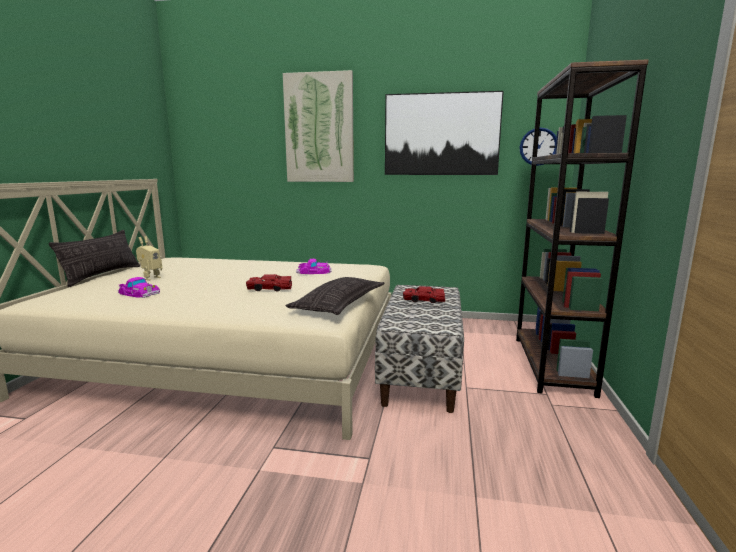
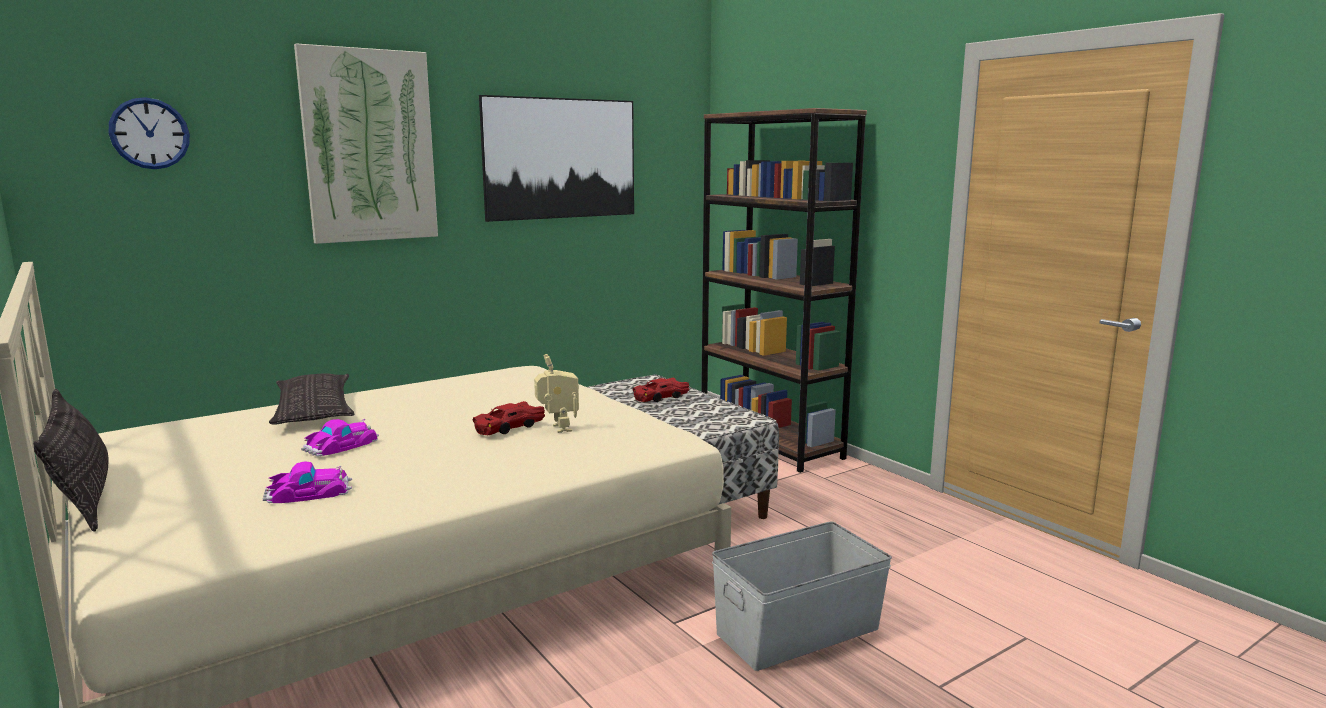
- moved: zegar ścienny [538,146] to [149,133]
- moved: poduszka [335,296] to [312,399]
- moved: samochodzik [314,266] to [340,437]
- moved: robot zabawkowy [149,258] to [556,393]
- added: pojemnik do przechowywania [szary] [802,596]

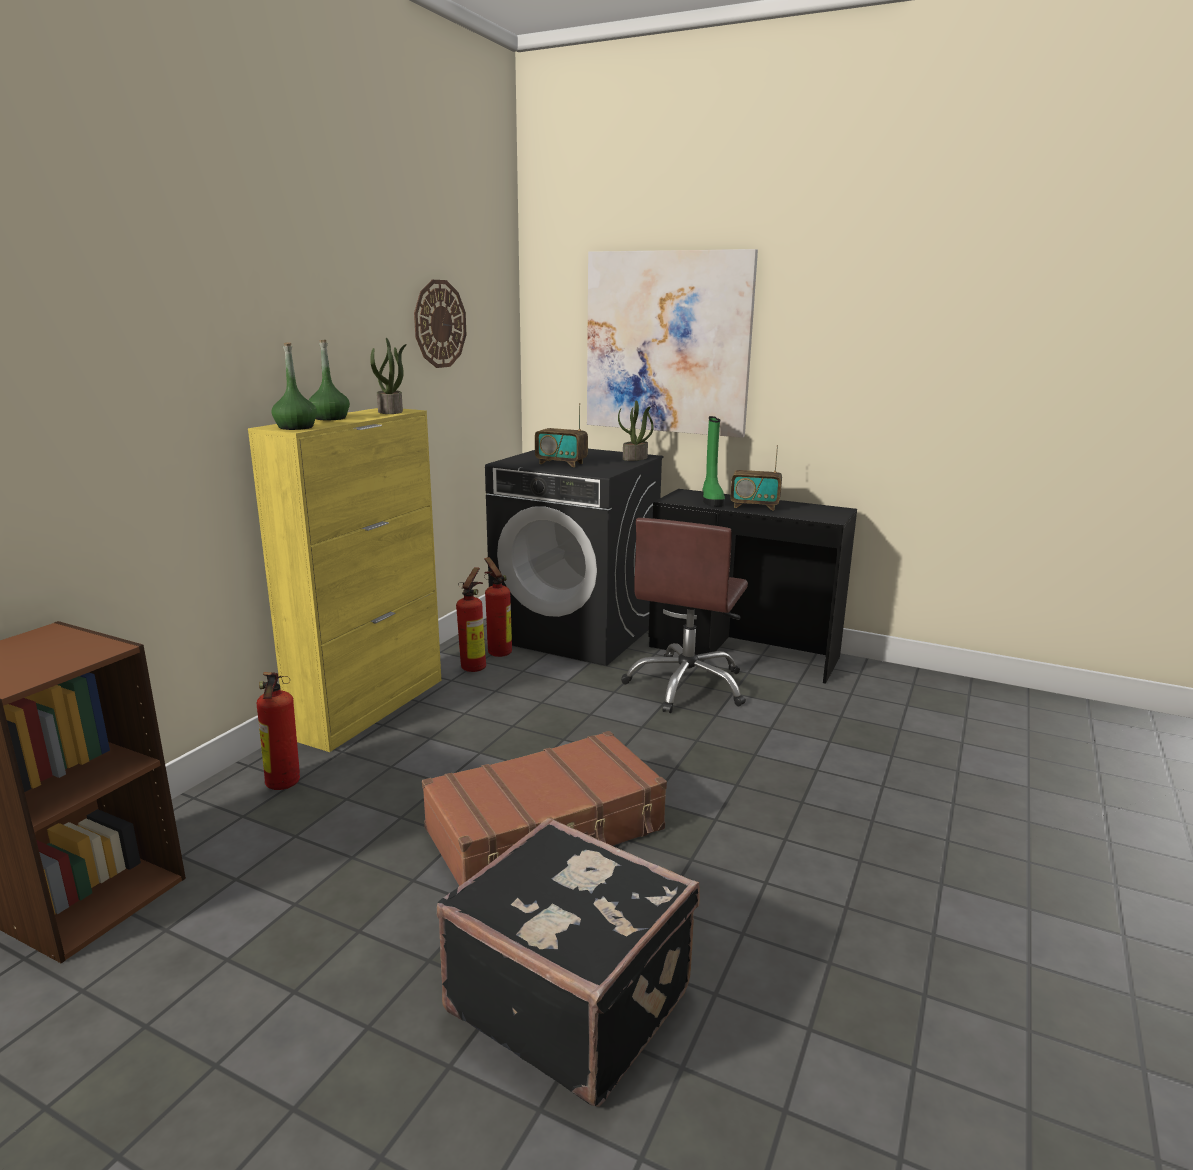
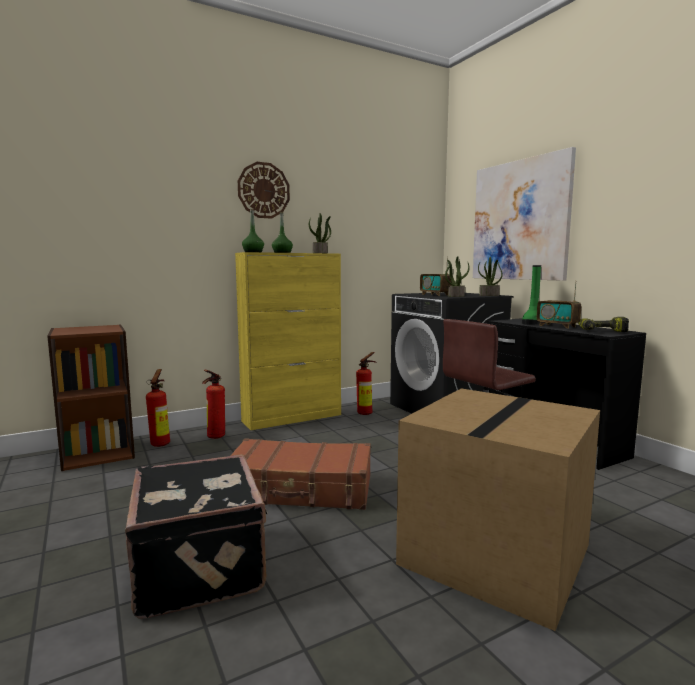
- moved: gaśnica [498,607] to [158,408]
- moved: zegar ścienny [440,324] to [264,190]
- added: karton [498,509]
- added: roślina doniczkowa [457,276]
- added: wiertarka [603,324]

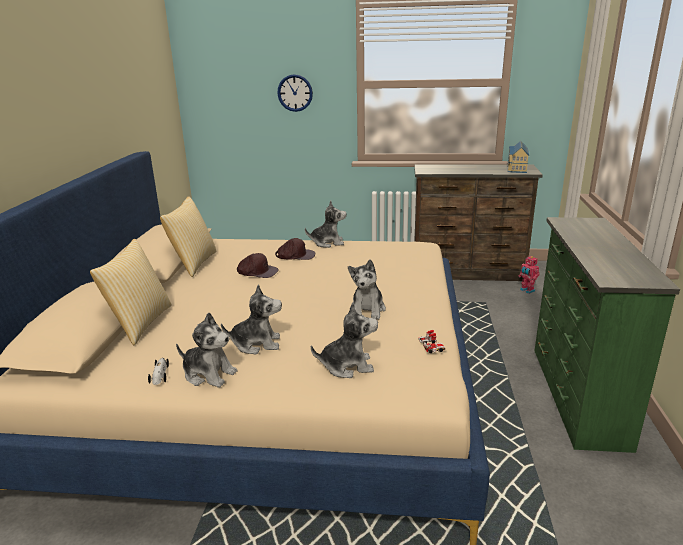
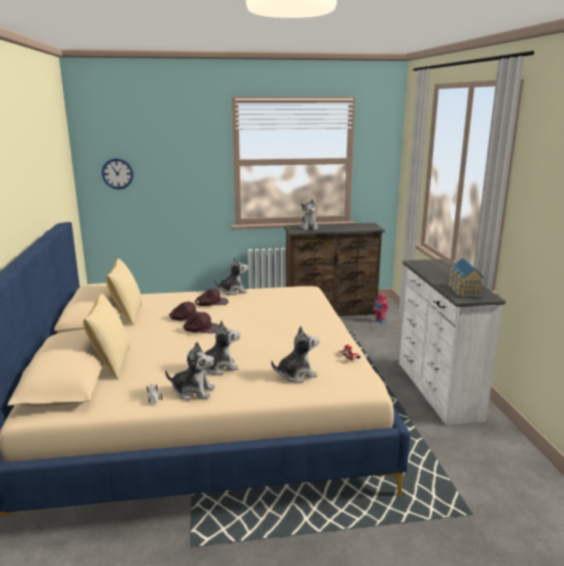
- moved: zegar ścienny [295,93] to [117,173]
- added: czapka z daszkiem [brązowy] [201,323]
- moved: pluszak [367,289] to [309,214]
- recoloured: komoda [zielony] [607,335] to komoda [biały] [452,342]
- moved: domek [518,157] to [466,278]

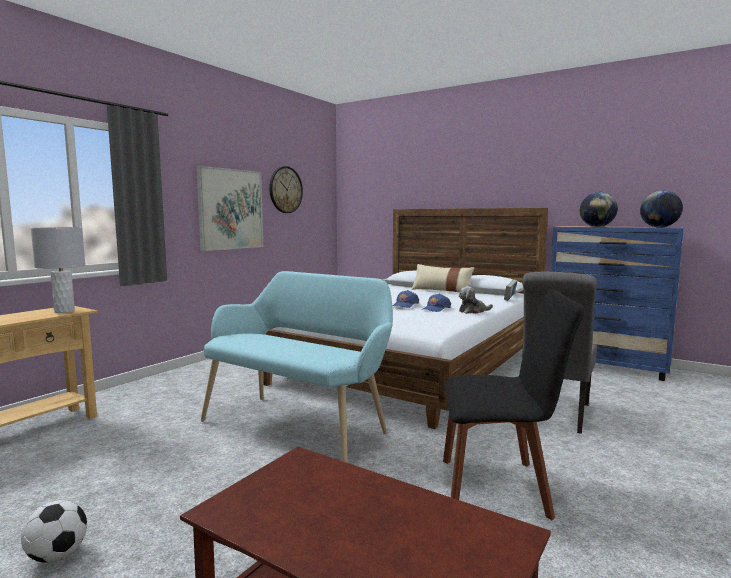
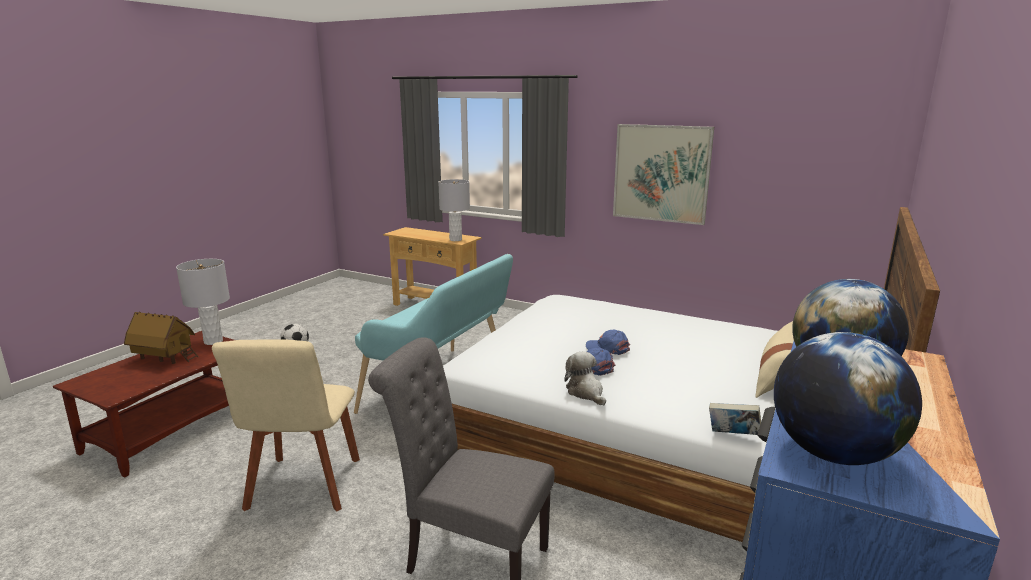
- added: domek [161,338]
- added: lampa stołowa [szary] [203,302]
- recoloured: krzesło [czarny] [514,404] to krzesło [beżowy] [286,425]
- removed: zegar ścienny [286,189]

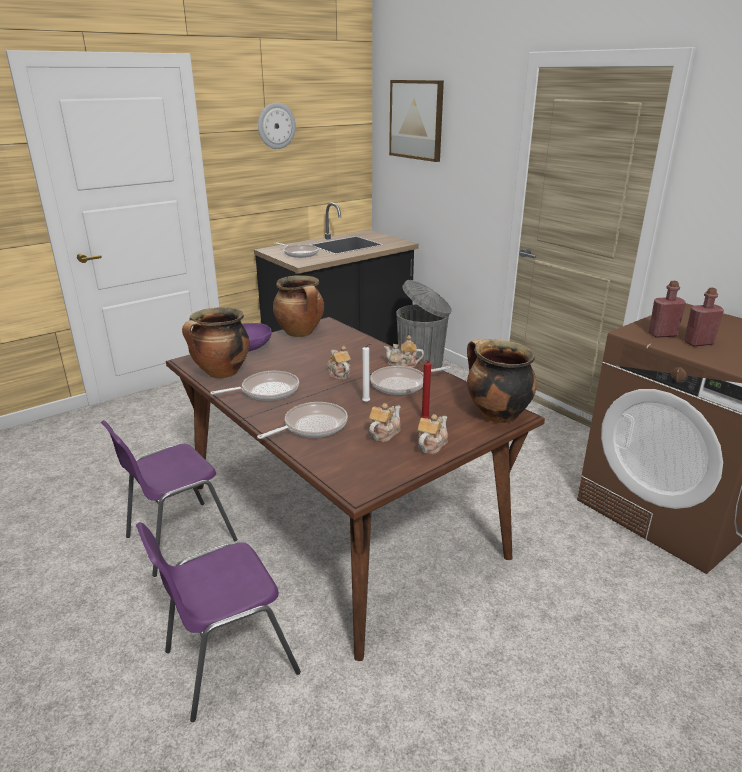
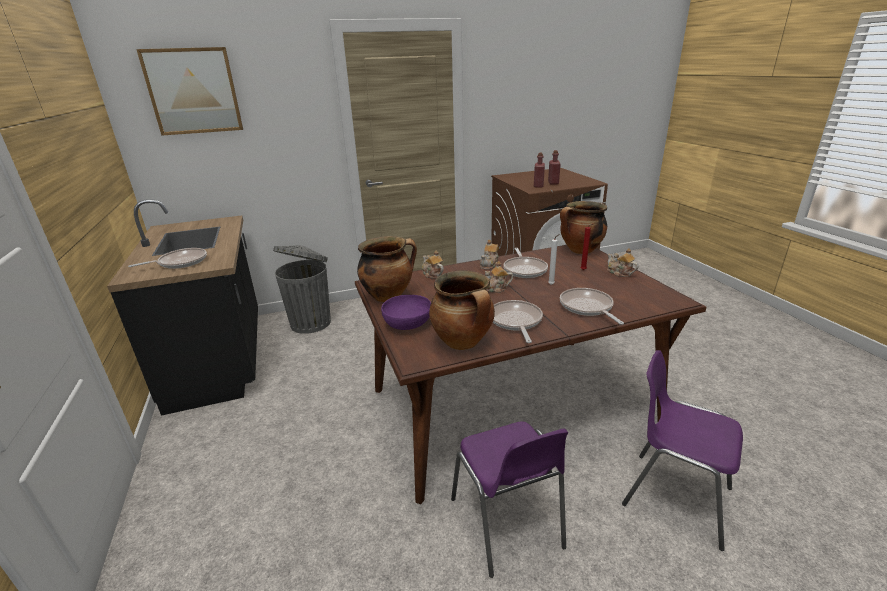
- moved: imbryk [385,422] to [433,264]
- turned: krzesło [fioletowy] [218,622] = [682,450] 135 degrees clockwise
- removed: zegar ścienny [277,126]

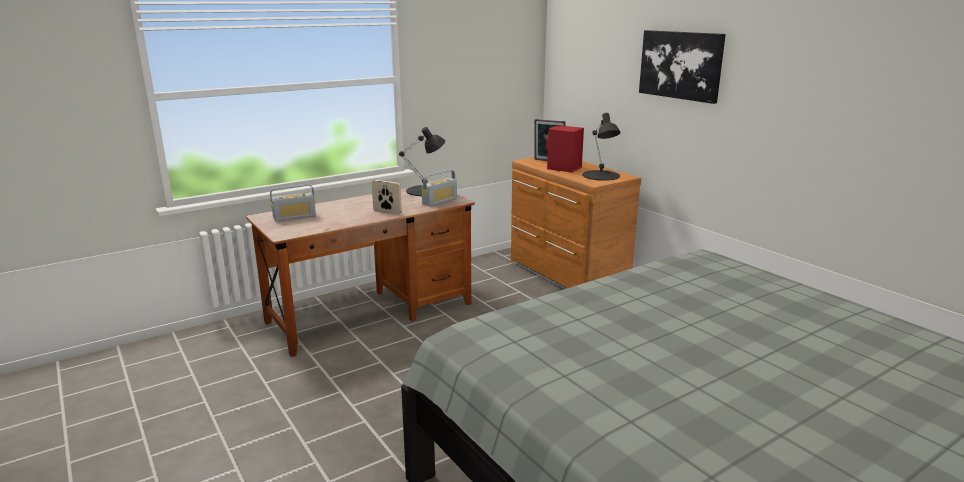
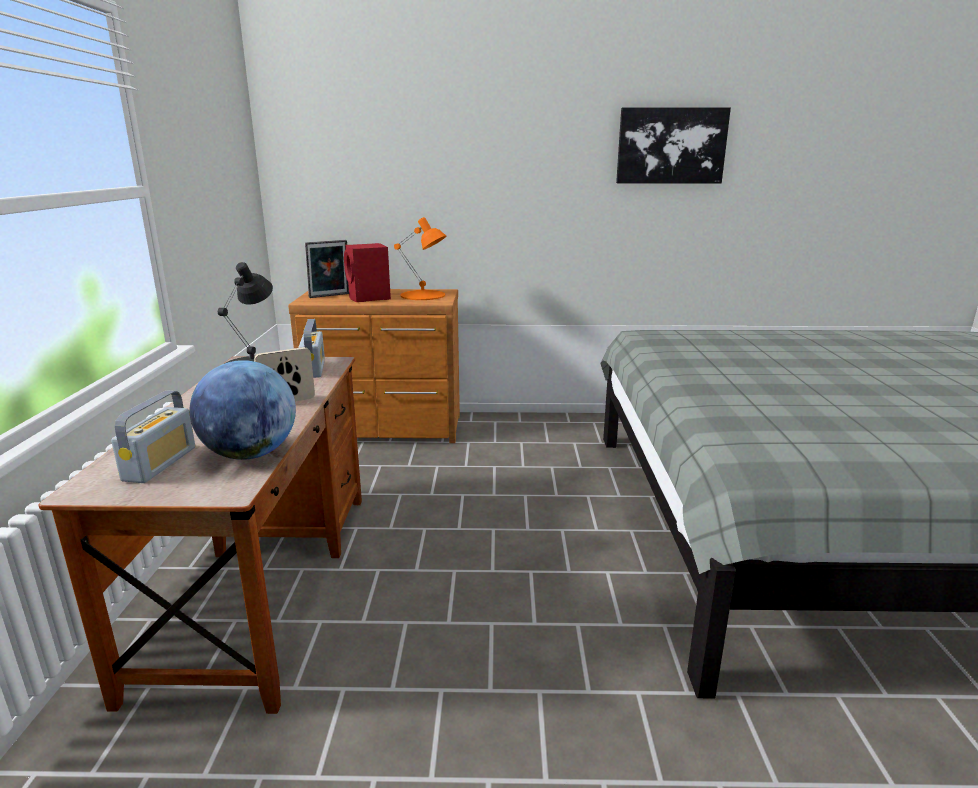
- added: globus [243,410]
- recoloured: lampa stołowa [czarny] [601,147] to lampa stołowa [pomarańczowy] [420,258]
- moved: obraz [682,67] to [673,145]

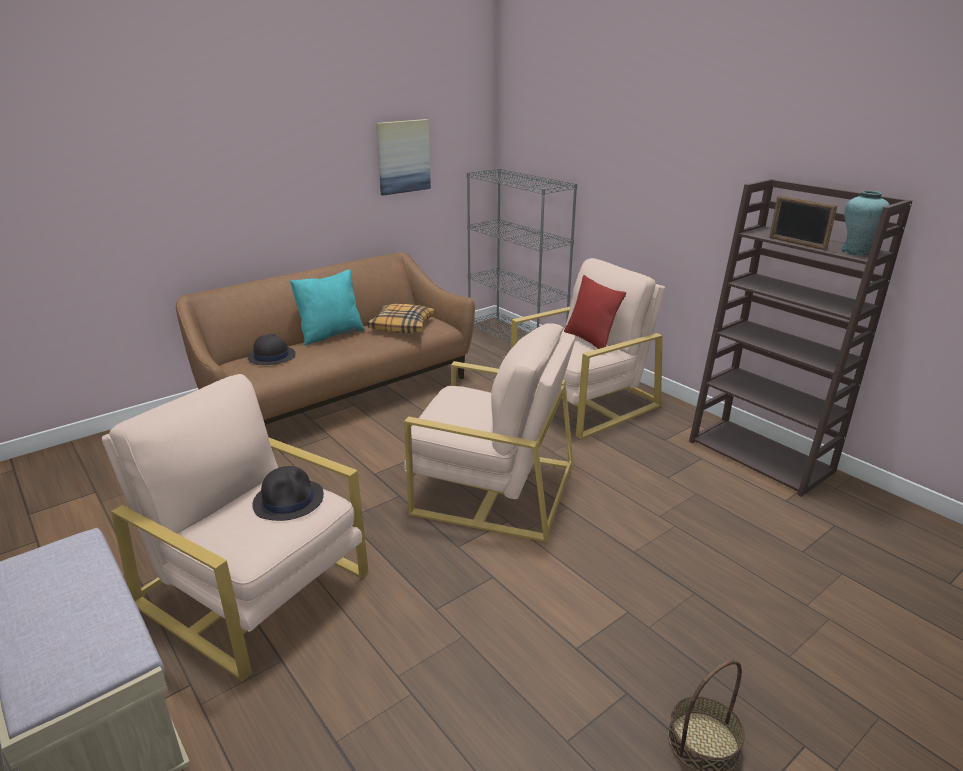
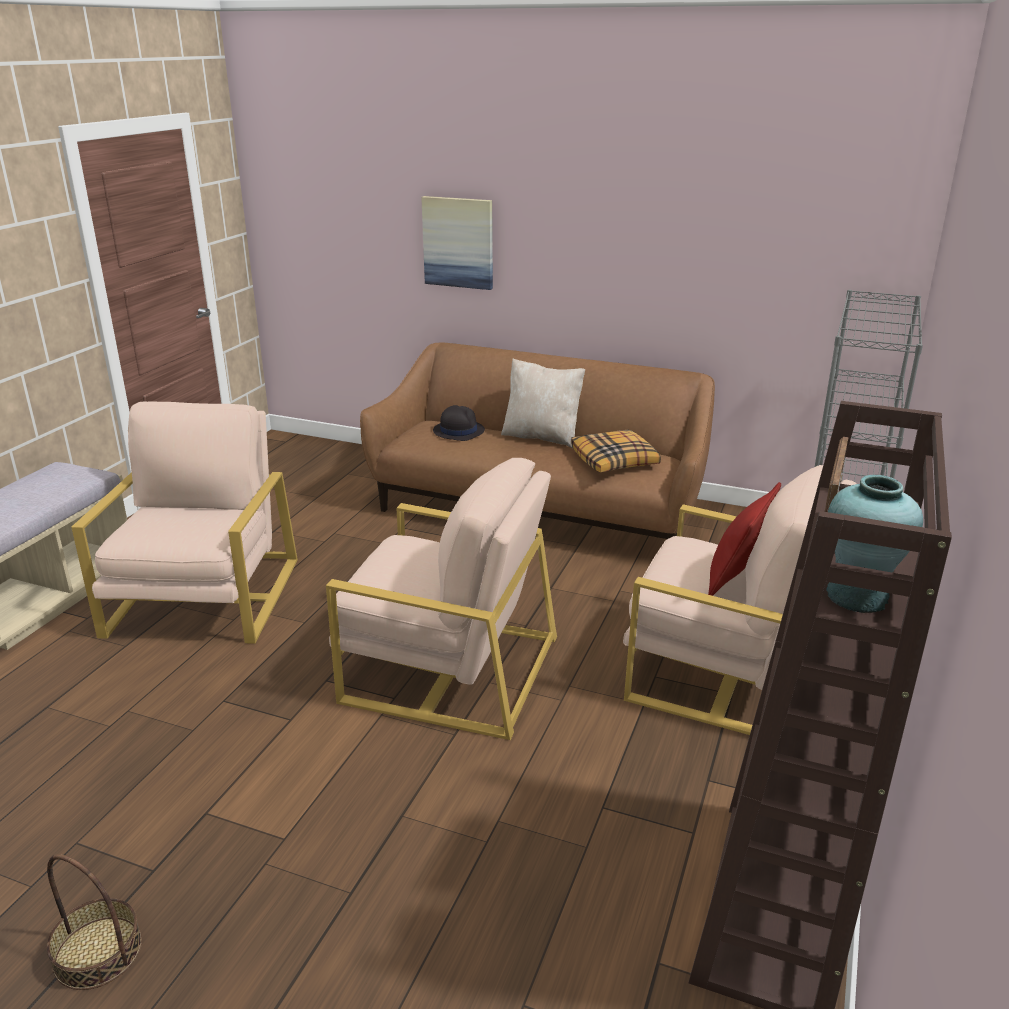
- turned: fotel [beżowy] [490,433] = [441,599] 60 degrees counterclockwise
- moved: obraz [403,157] to [457,243]
- recoloured: poduszka [turkusowy] [327,307] to poduszka [beżowy] [543,403]
- removed: kapelusz [czarny] [288,493]

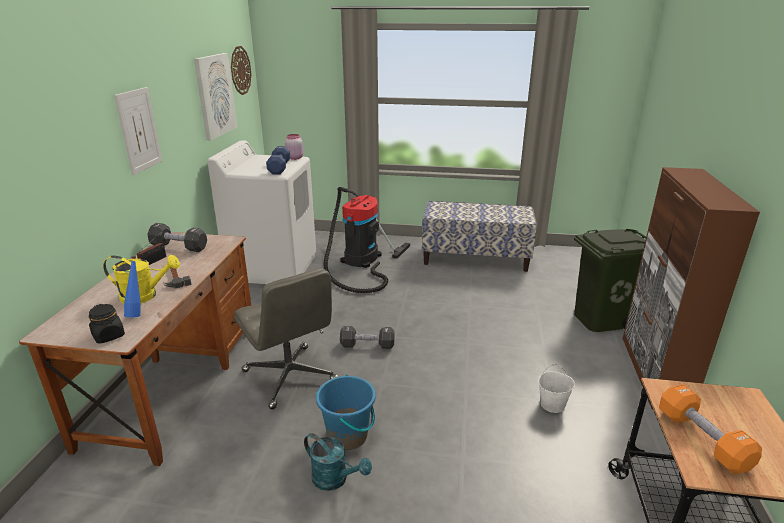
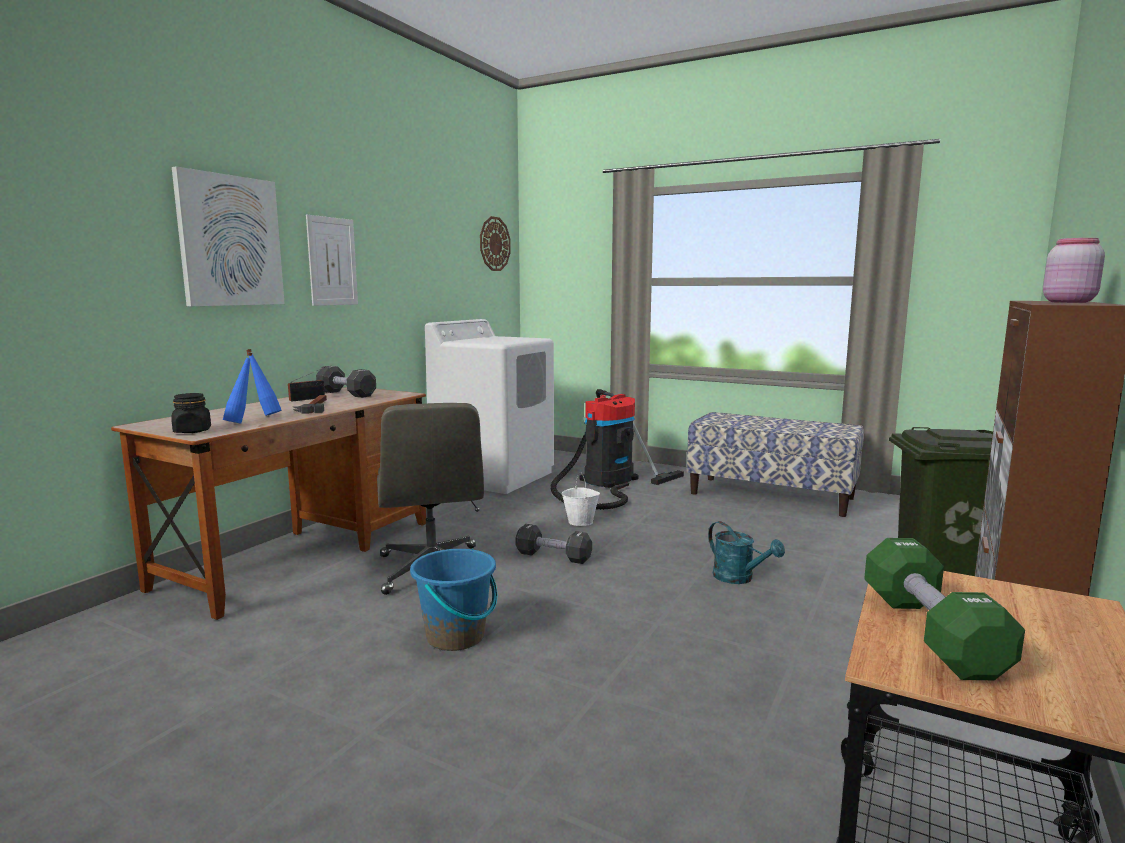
- moved: obraz [216,97] to [228,236]
- replaced: konewka [żółty] [141,279] to butelka [niebieski] [263,382]
- moved: wiadro [biały] [556,389] to [581,499]
- moved: konewka [turkusowy] [338,462] to [746,552]
- recoloured: hantel [pomarańczowy] [710,429] to hantel [zielony] [944,609]
- moved: słoik [różowy] [294,147] to [1074,270]
- removed: hantel [niebieski] [278,160]

